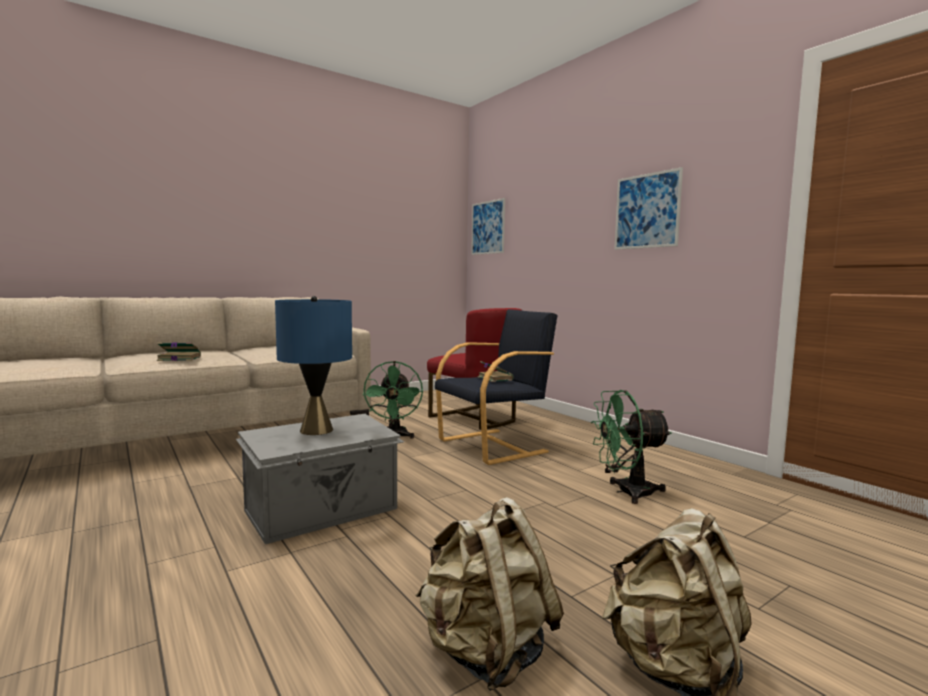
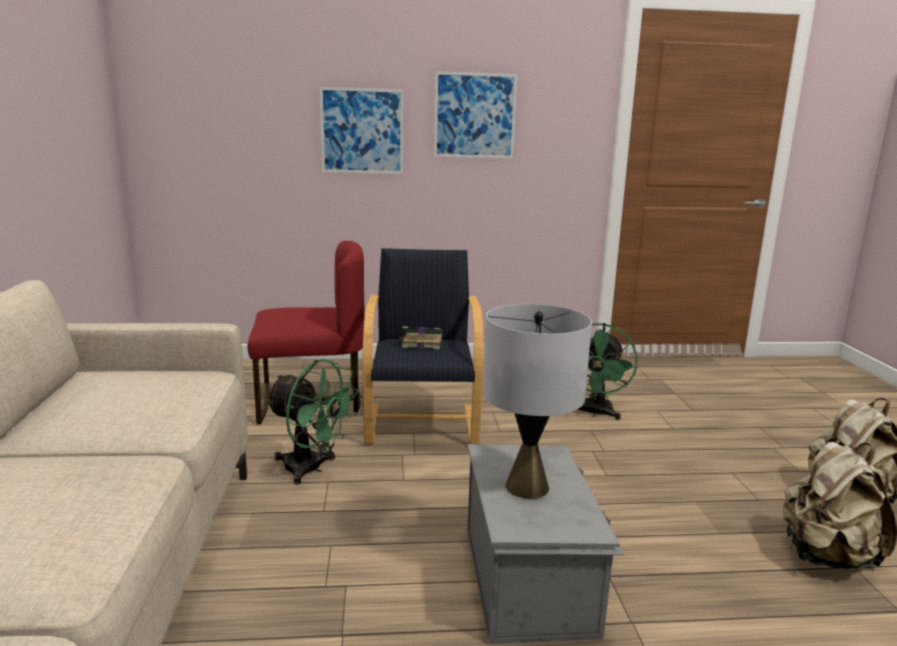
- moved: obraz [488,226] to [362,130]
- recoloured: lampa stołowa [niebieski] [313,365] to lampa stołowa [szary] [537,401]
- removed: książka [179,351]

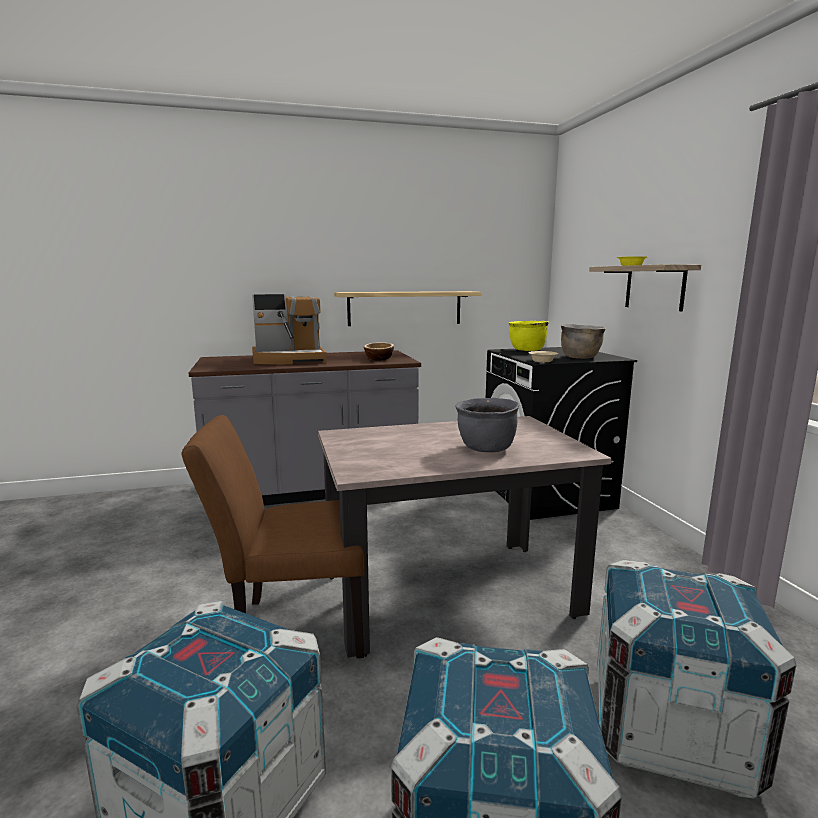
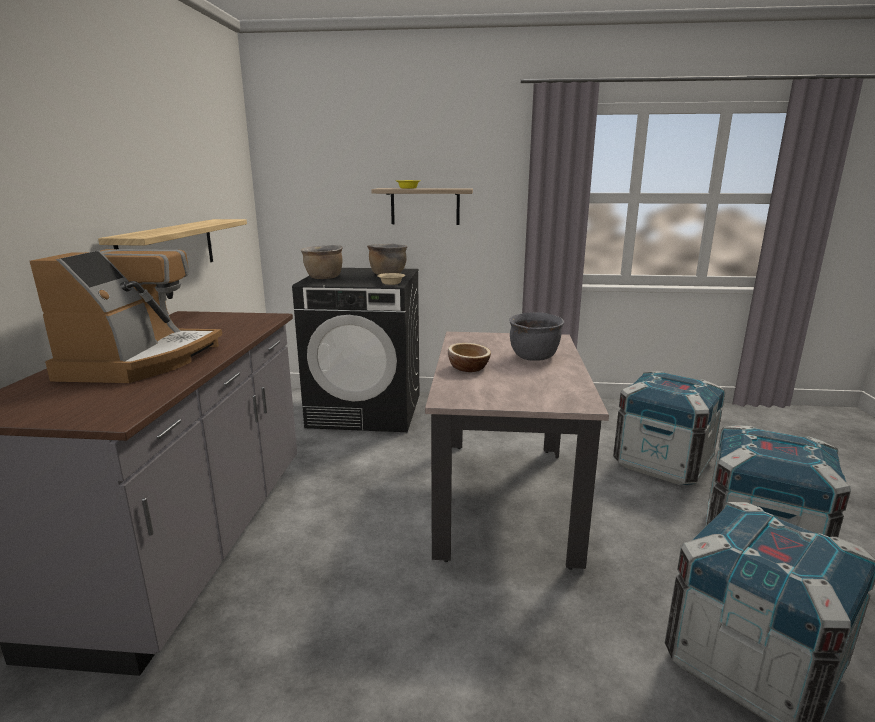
- recoloured: garnek [żółty] [528,336] to garnek [brązowy] [322,262]
- moved: miska [379,351] to [469,357]
- removed: krzesło [brązowy] [273,536]

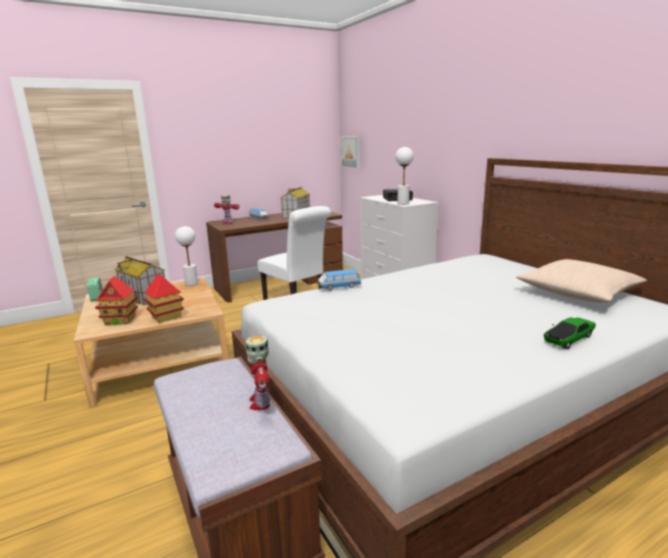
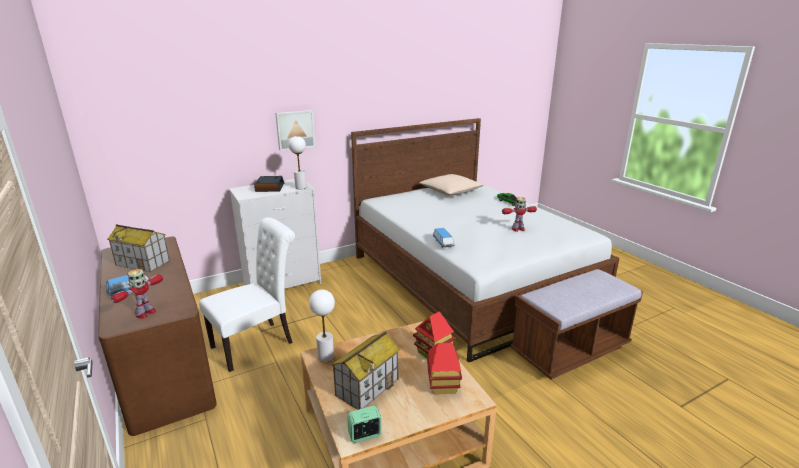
- moved: obraz [350,153] to [295,130]
- moved: robot zabawkowy [257,373] to [519,214]

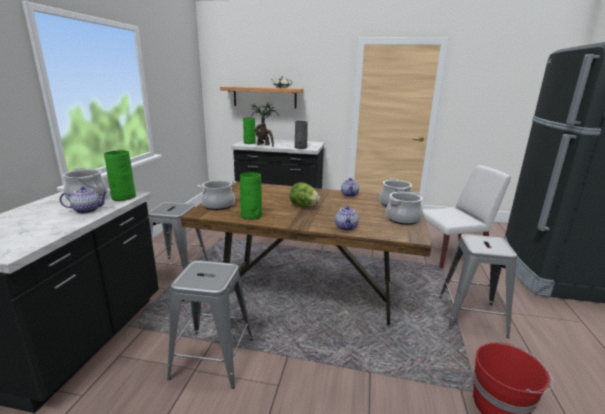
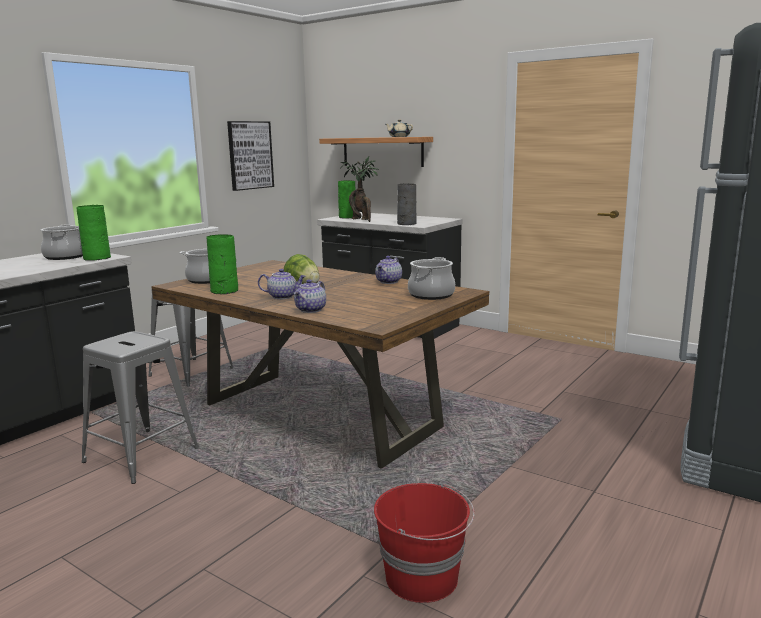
- added: obraz [250,156]
- moved: imbryk [84,200] to [282,284]
- removed: garnek [404,208]
- removed: krzesło [biały] [467,216]
- removed: stołek [szary] [478,286]

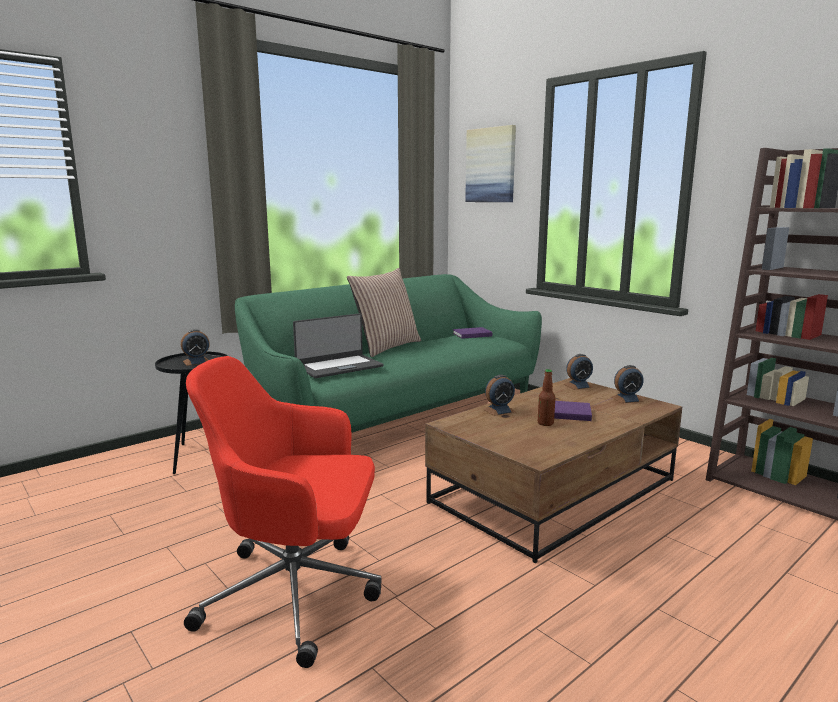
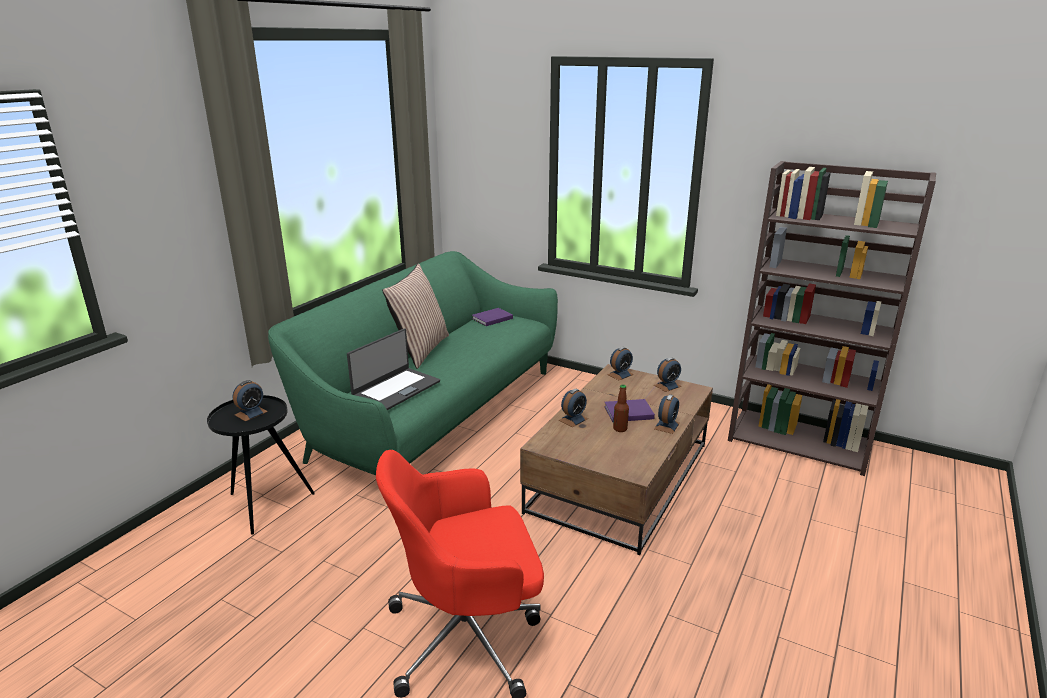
- added: budzik [667,414]
- removed: obraz [490,163]

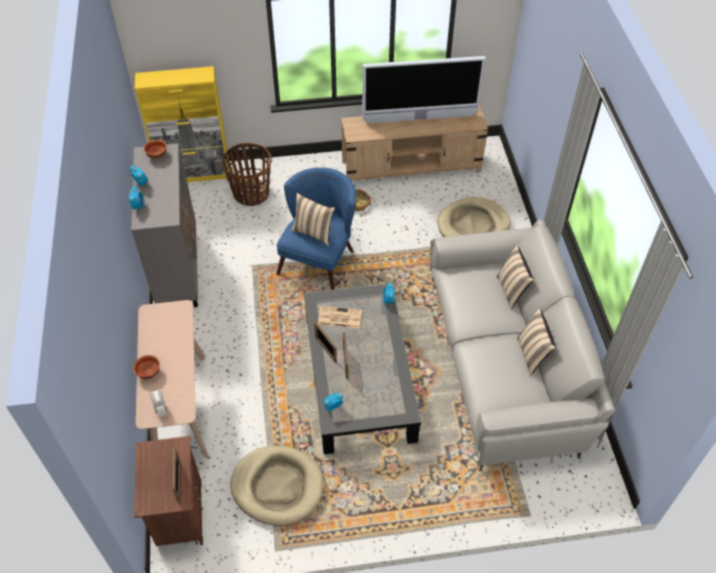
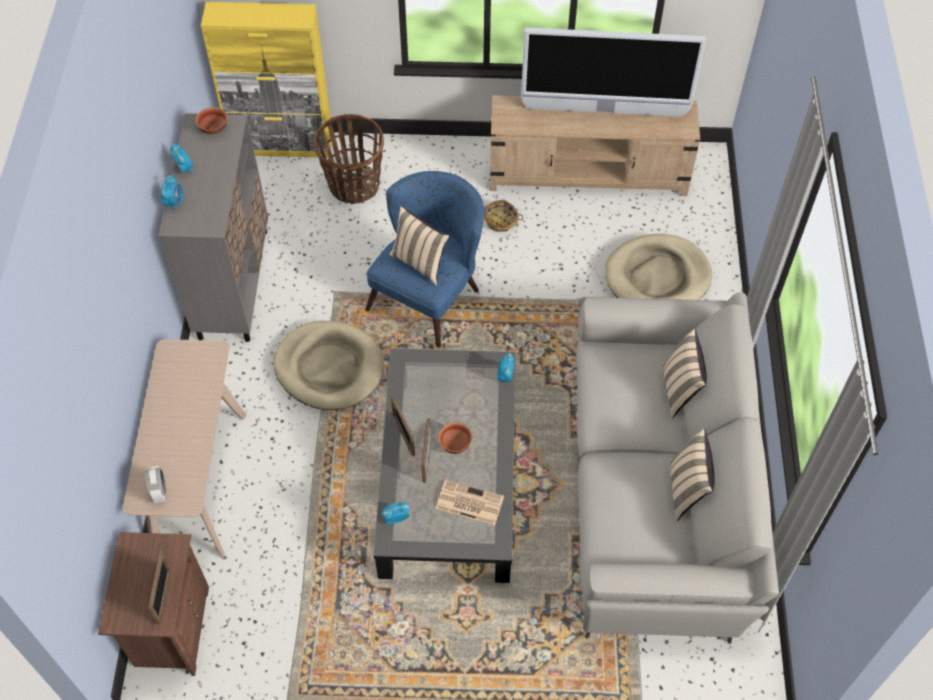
- moved: legowisko [beżowy] [276,485] to [328,365]
- moved: gazeta [340,317] to [470,502]
- moved: miska [146,367] to [455,438]

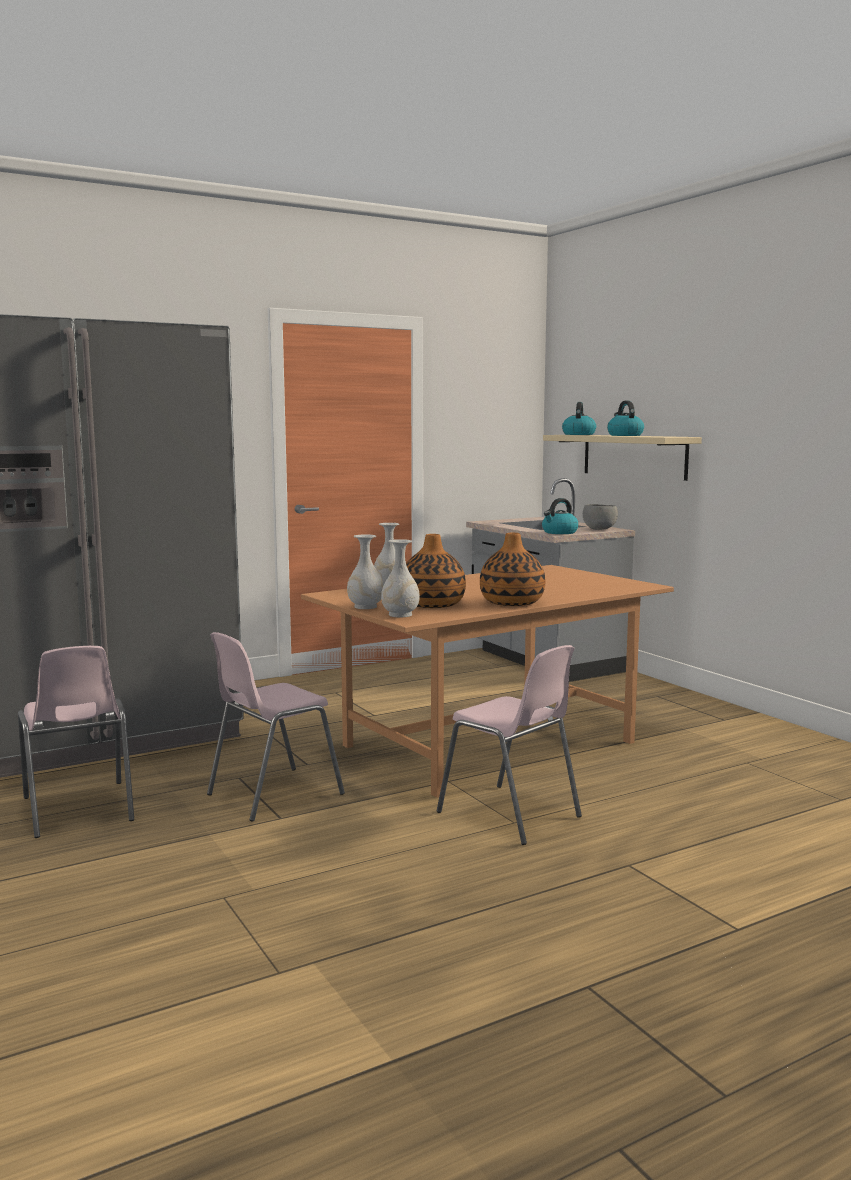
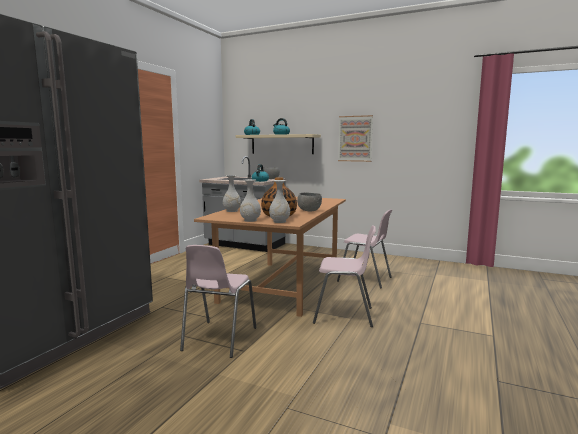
- replaced: wazon [512,569] to miska [szary] [309,202]
- moved: krzesło [różowy] [76,742] to [364,249]
- added: obraz [355,138]

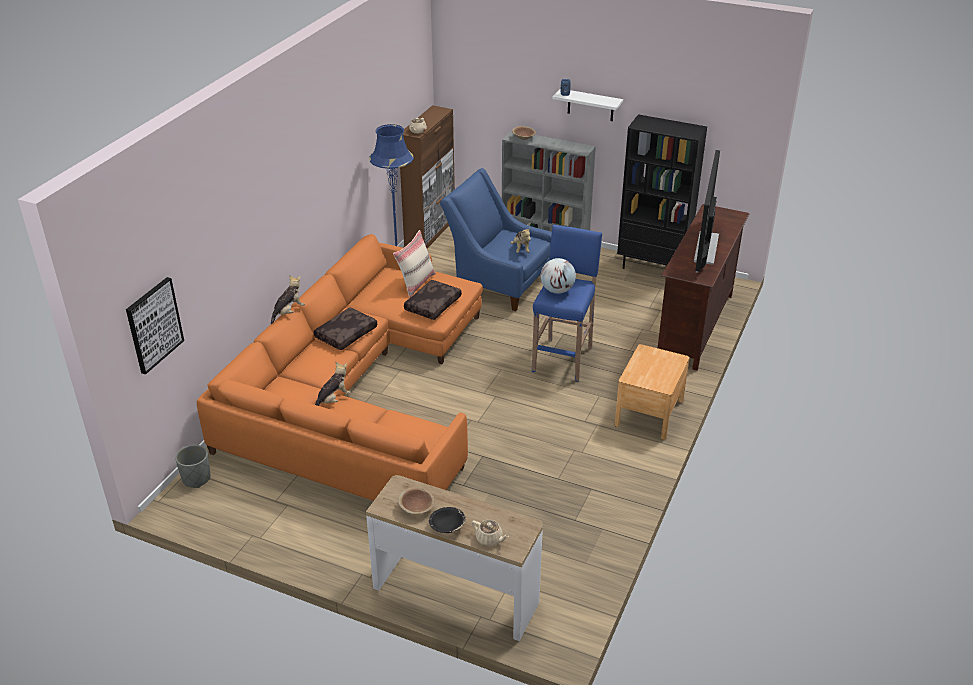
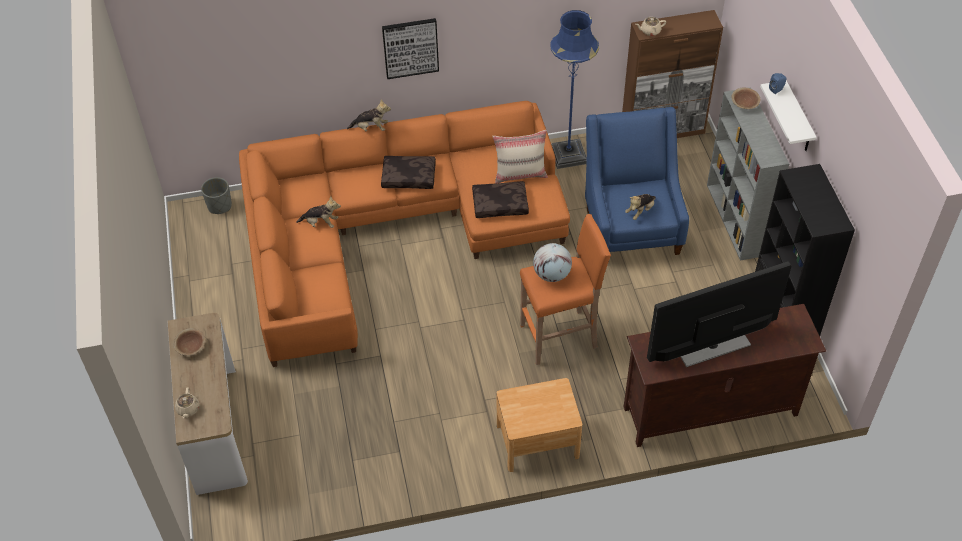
- moved: obraz [155,325] to [410,48]
- recoloured: stołek [niebieski] [567,302] to stołek [pomarańczowy] [565,289]
- removed: miska [czarny] [447,520]

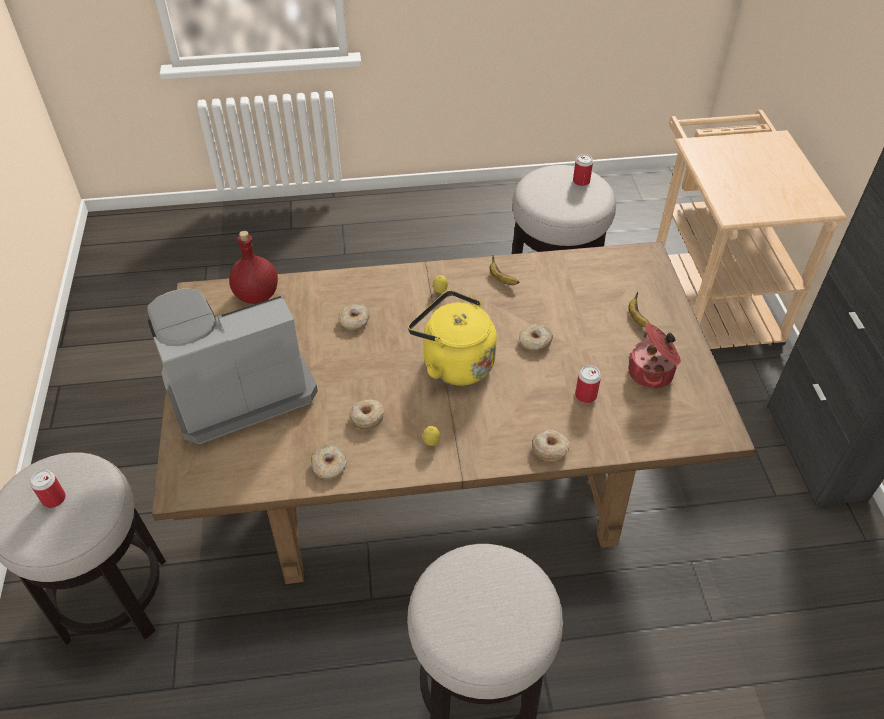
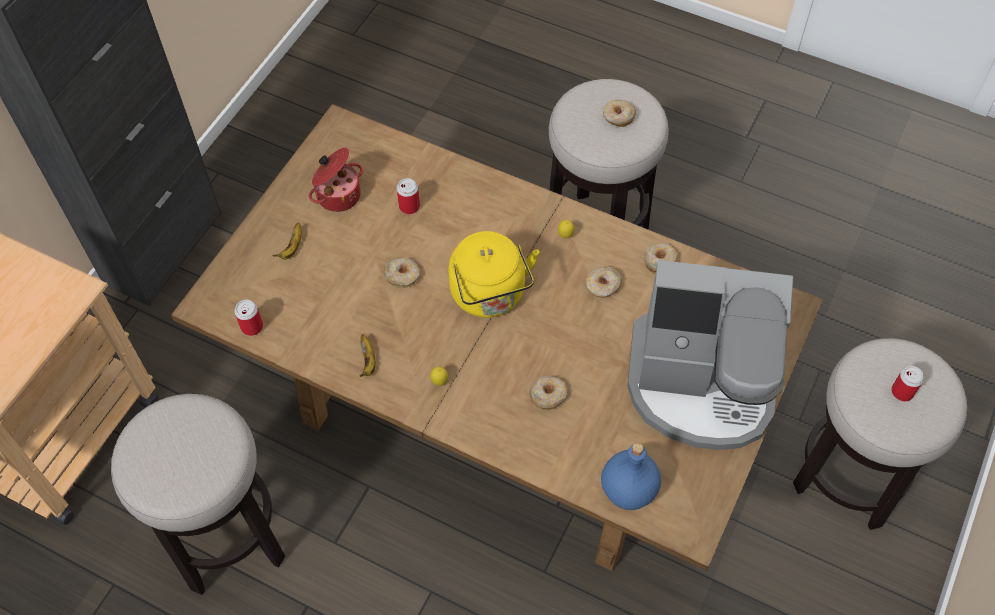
- moved: puszka [583,170] to [248,318]
- recoloured: butelka [czerwony] [253,267] to butelka [niebieski] [631,476]
- moved: donut [551,446] to [619,113]

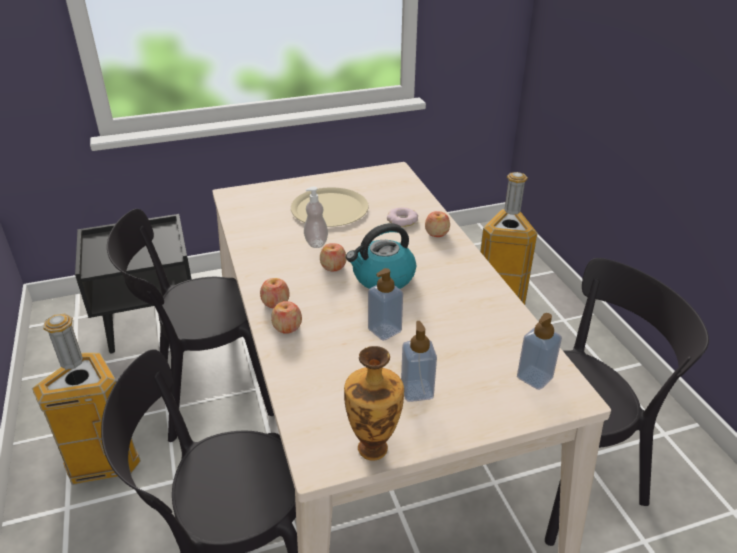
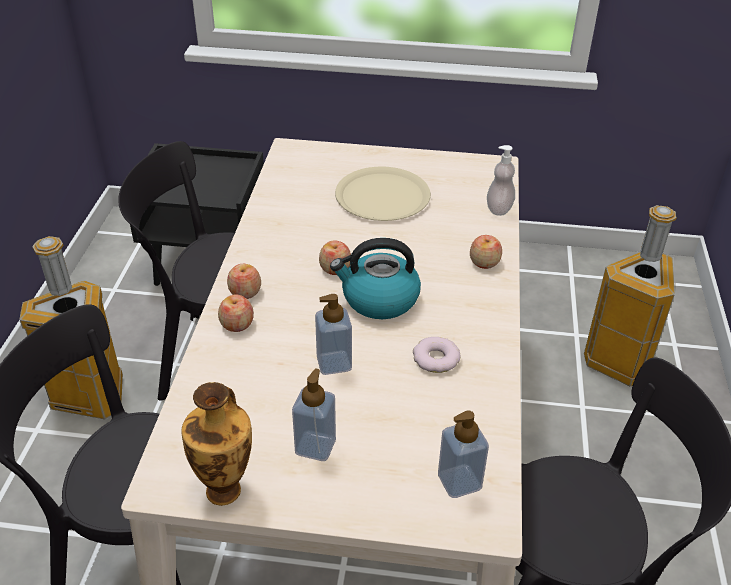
- moved: donut [402,217] to [437,355]
- moved: dozownik mydła [316,217] to [501,180]

